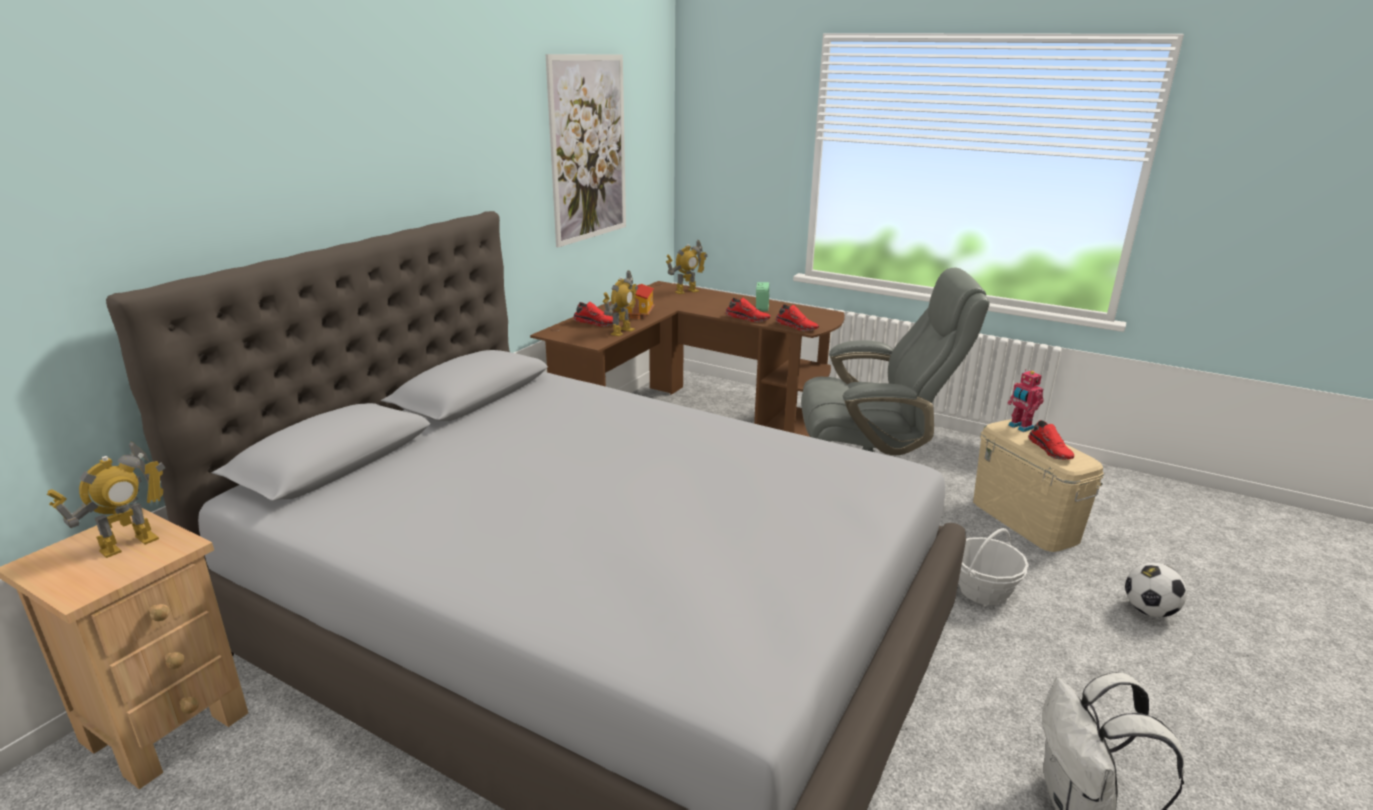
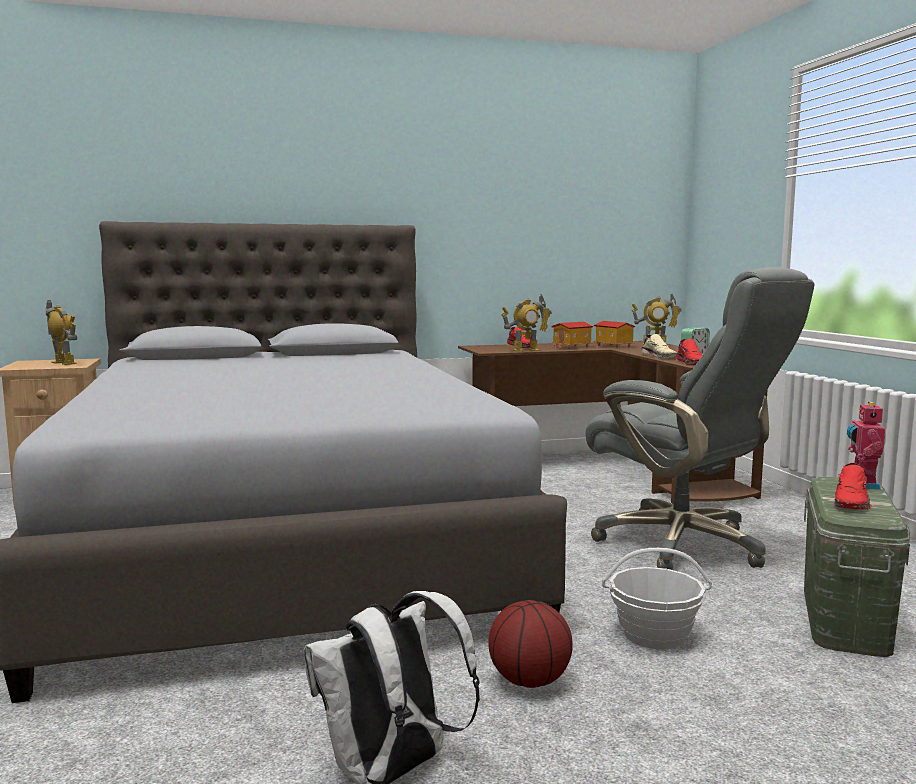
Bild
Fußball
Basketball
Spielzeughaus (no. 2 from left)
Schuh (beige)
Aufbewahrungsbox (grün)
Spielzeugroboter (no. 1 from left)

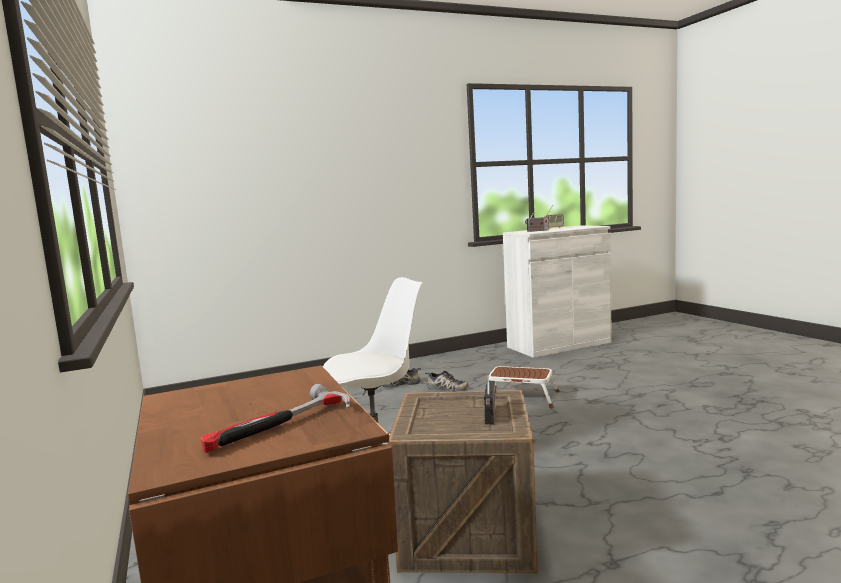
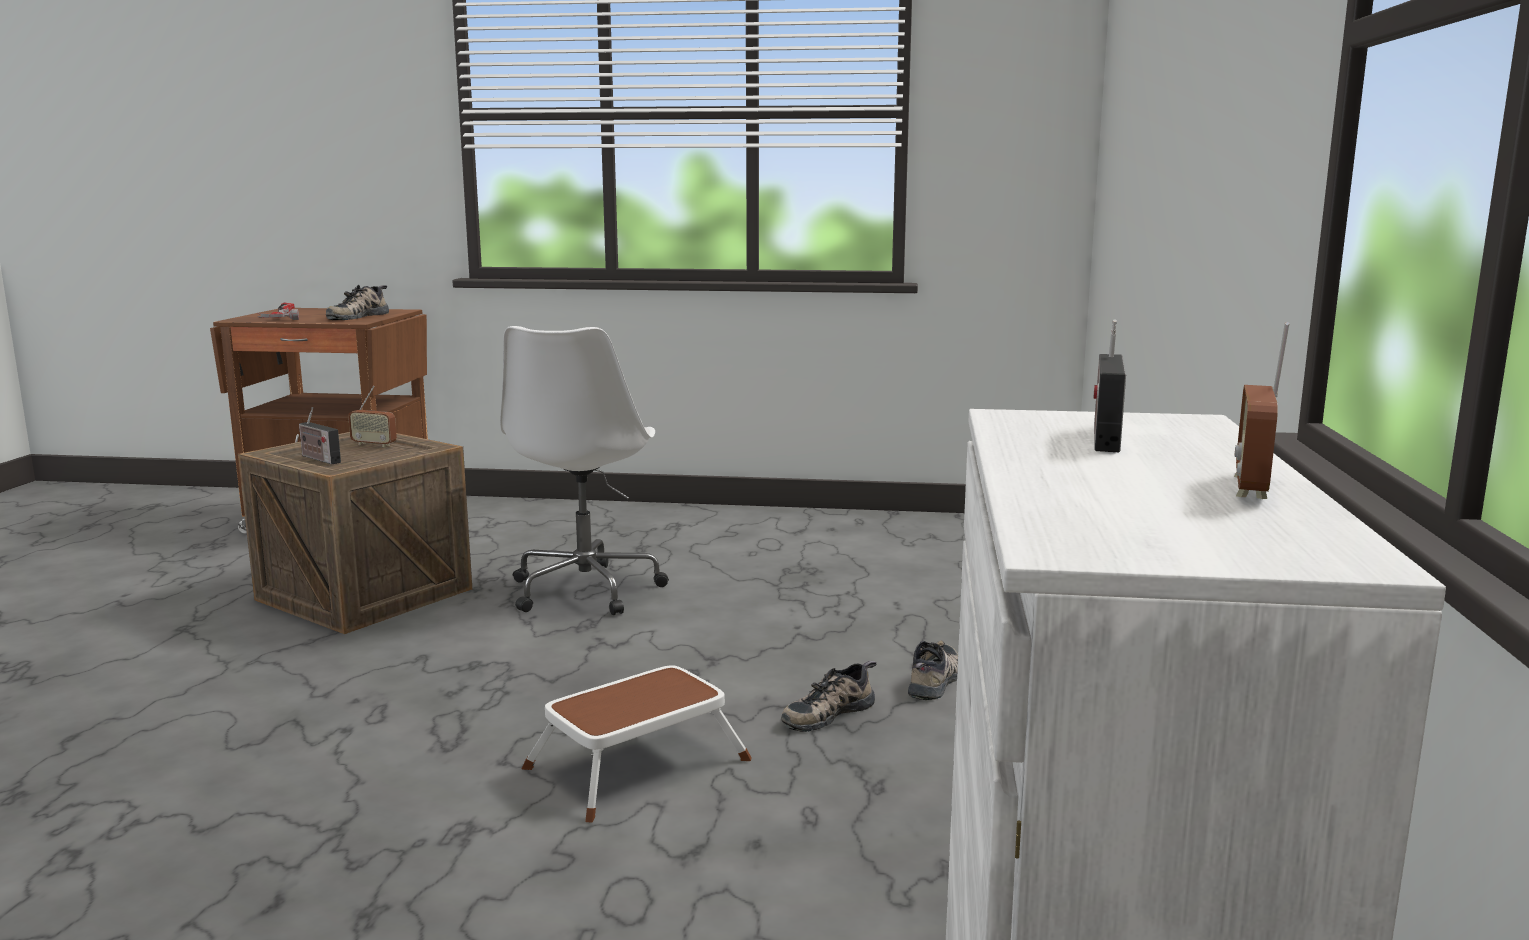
Schuh (no. 1 from left)
Radio (no. 2 from left)

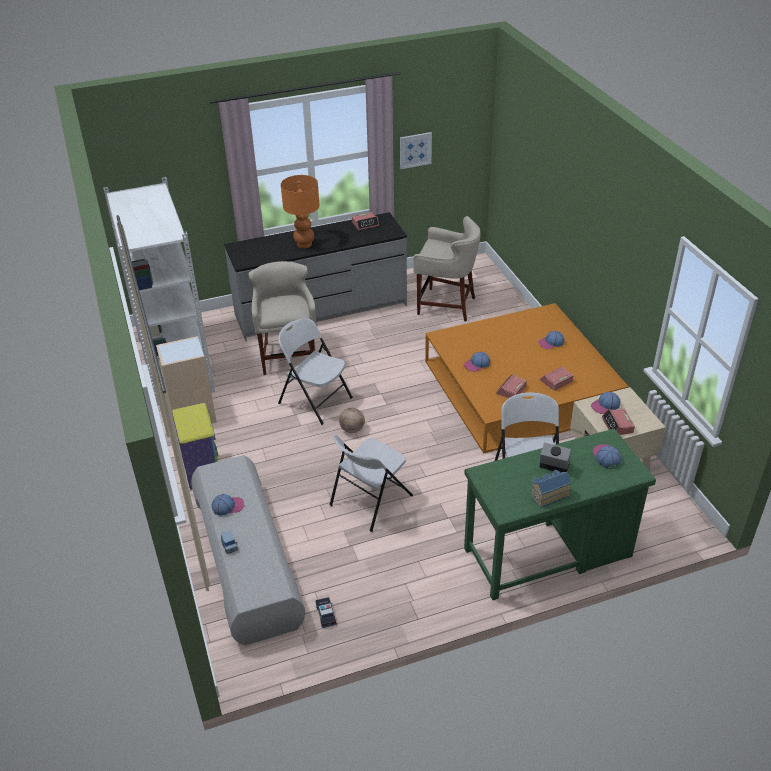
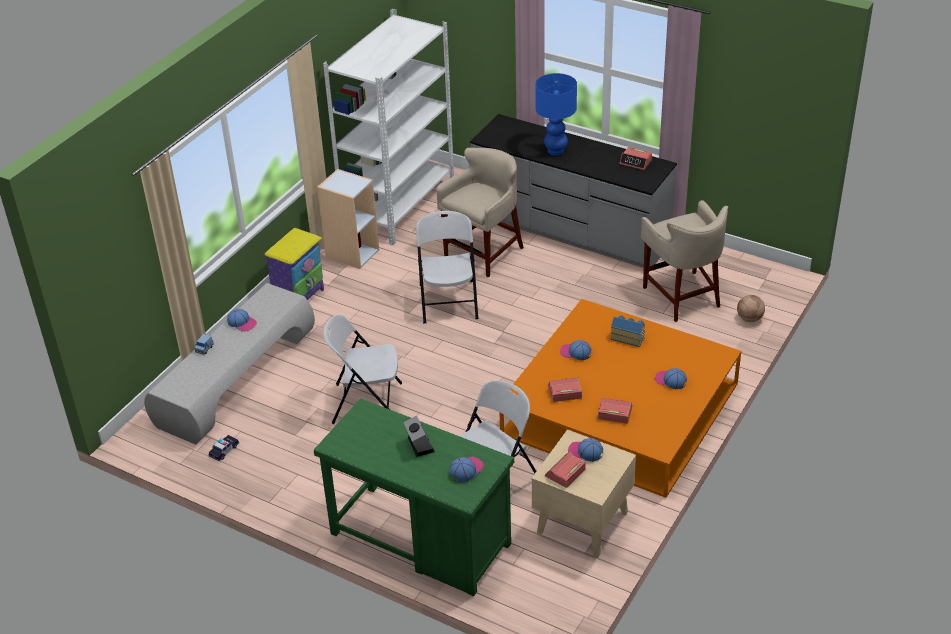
Bild
Basketball
Spielzeughaus
Tischlampe (blau)

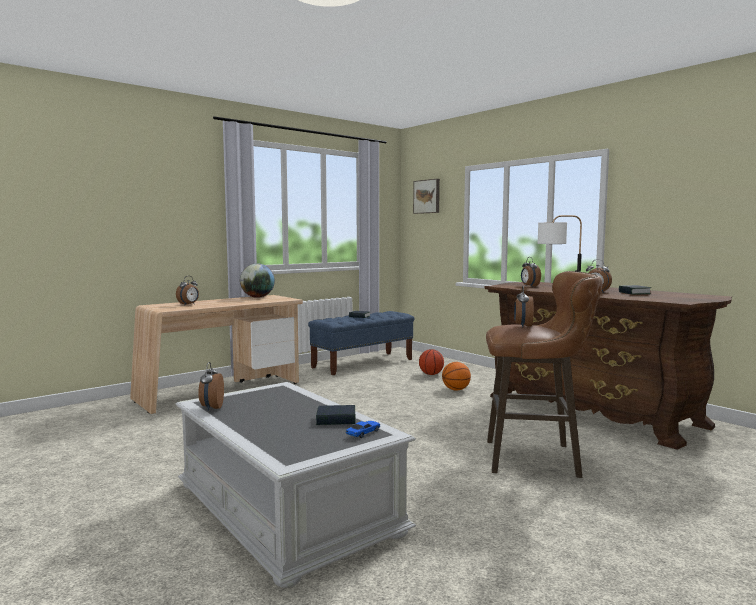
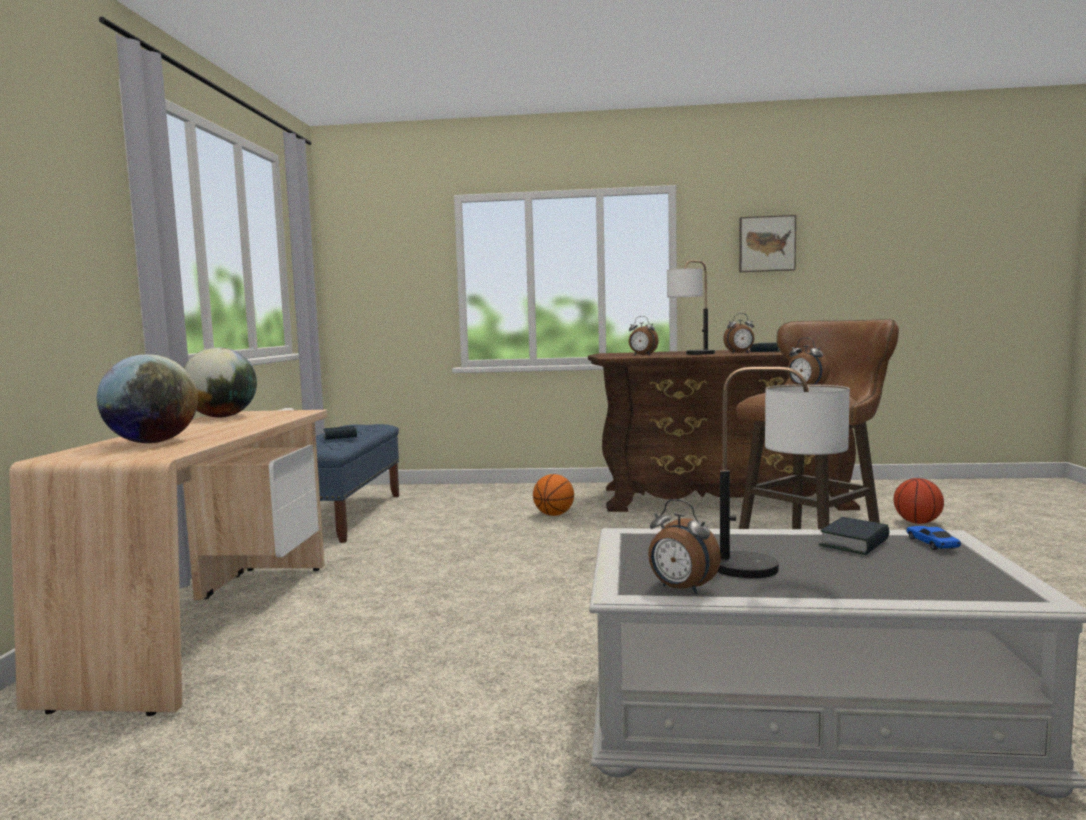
Tischlampe (no. 2 from left)
Bild
Basketball (no. 2 from left)
Globus (no. 1 from left)

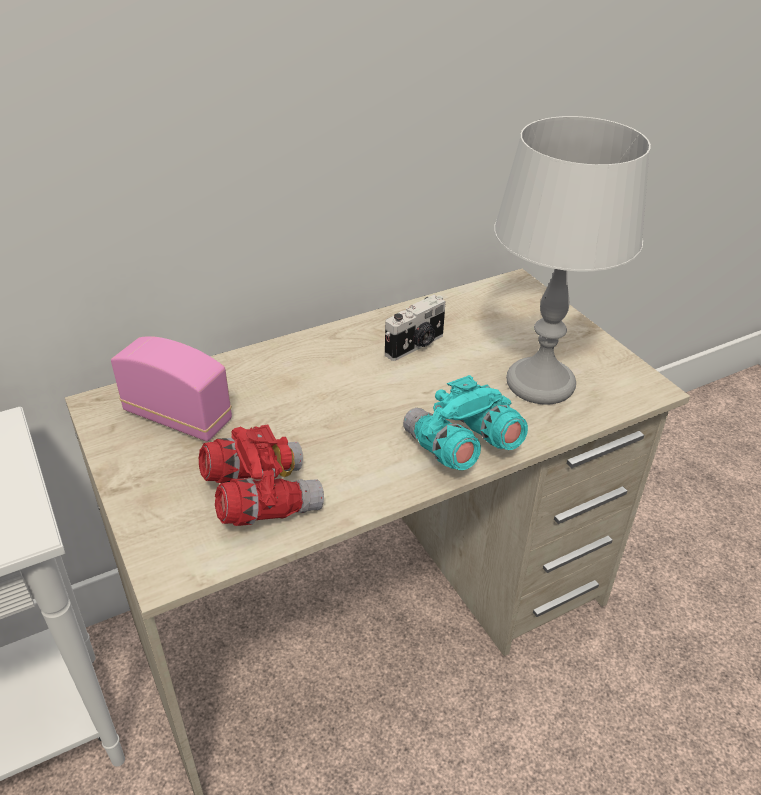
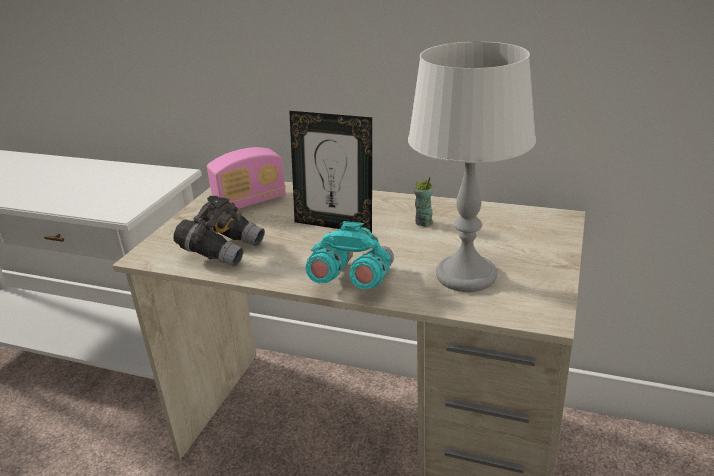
Bilderrahmen
Tasse
Fernglas (grau)
Radio

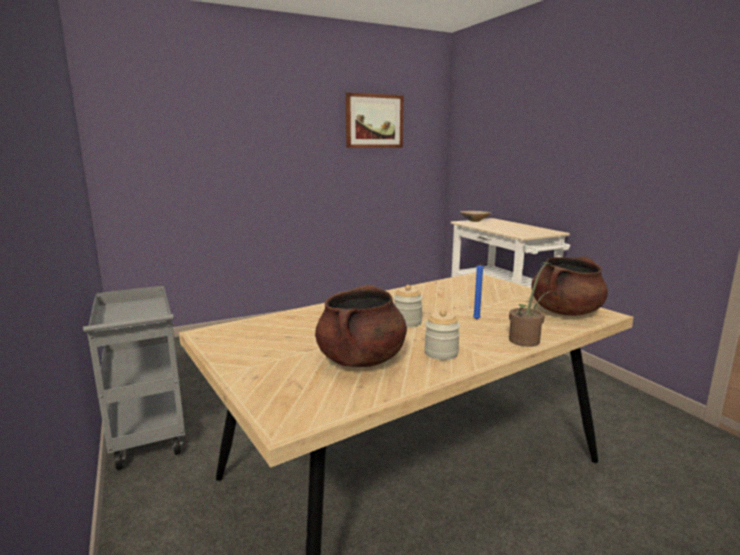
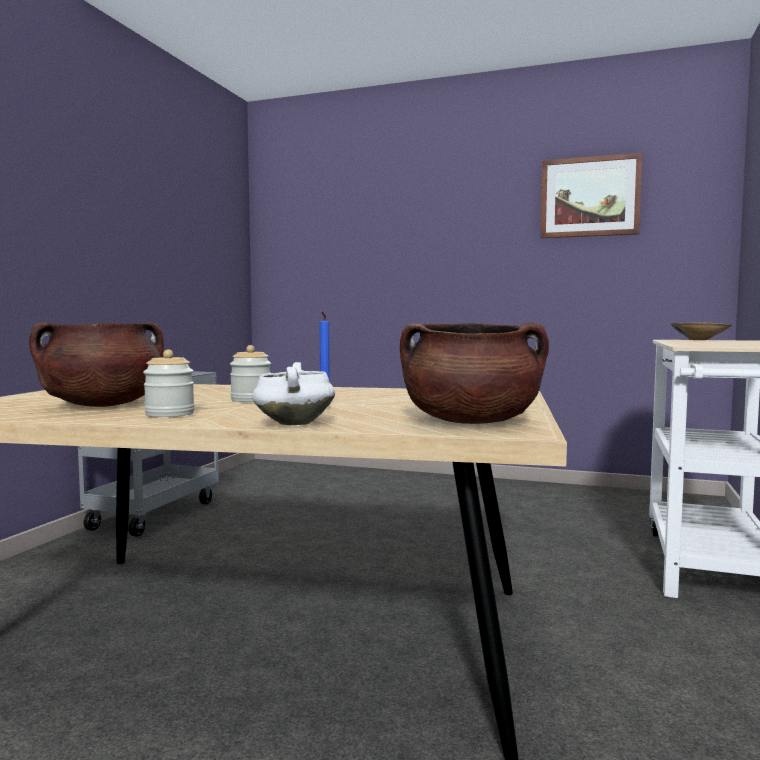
Kochtopf (weiß)

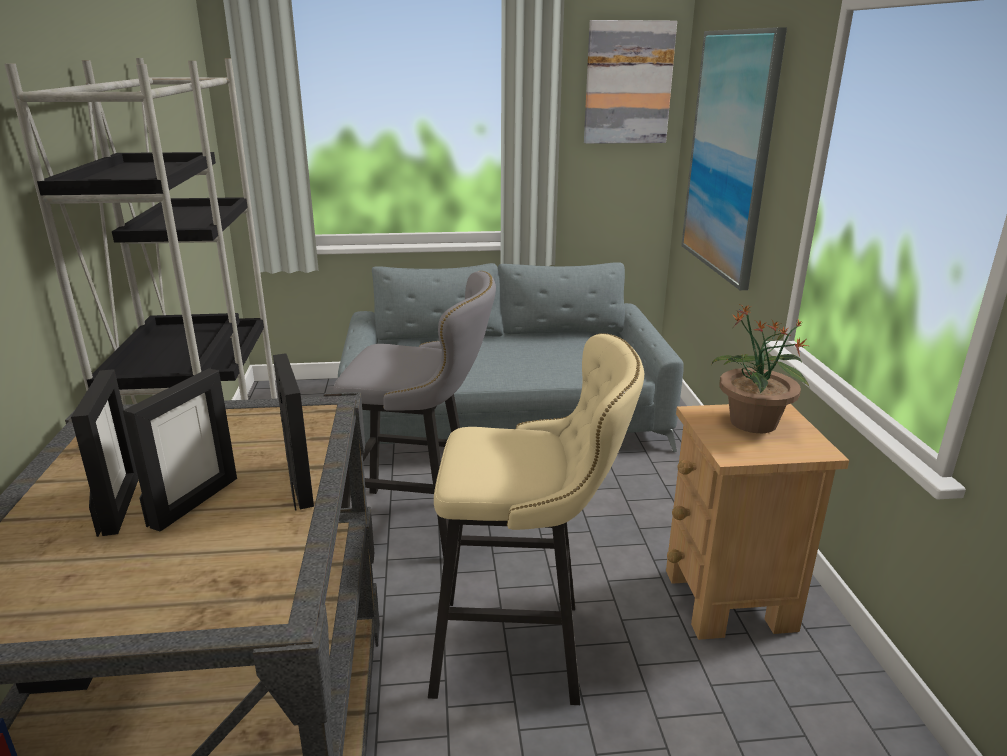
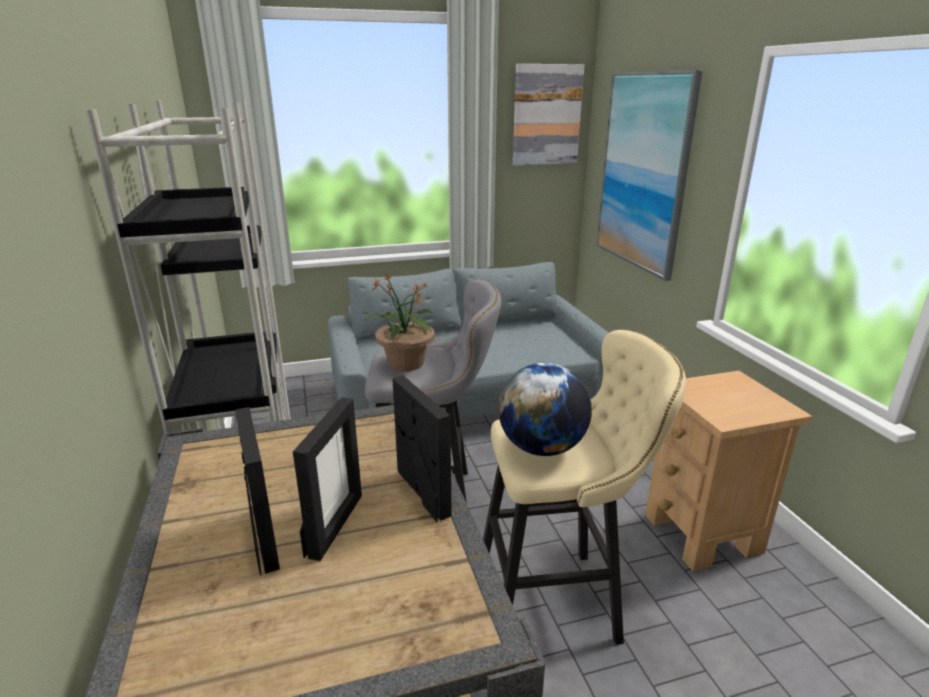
Globus
Topfpflanze

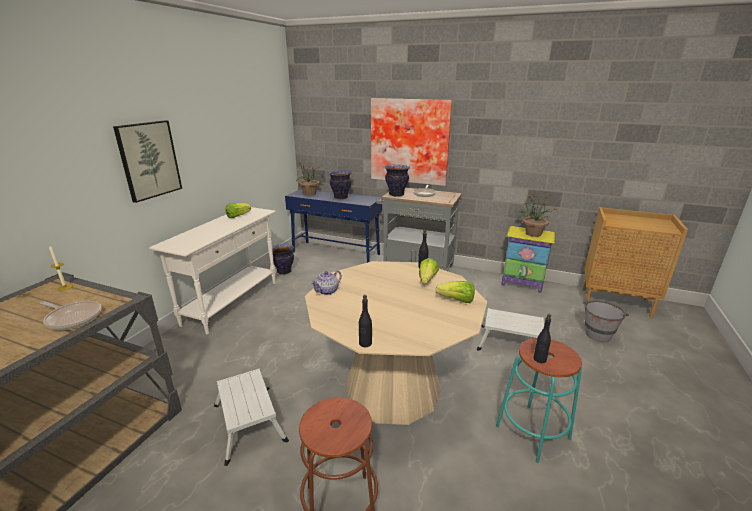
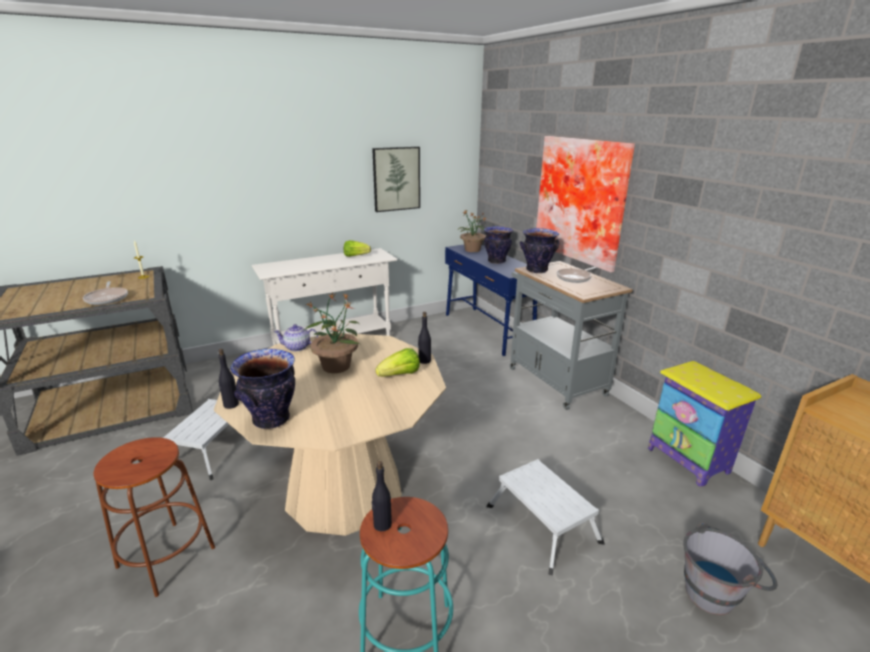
Salatkopf (no. 3 from left in the first image)
Bild (no. 1 from left)
Vase (no. 1 from left)
Topfpflanze (no. 1 from left)

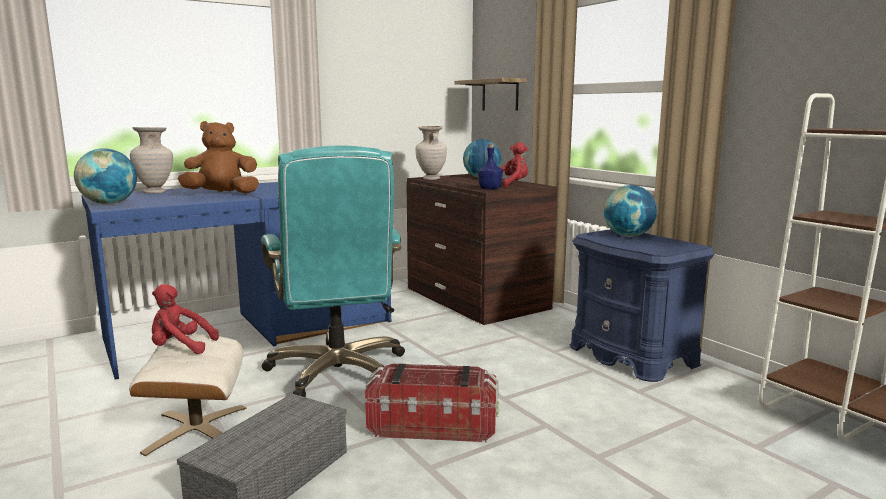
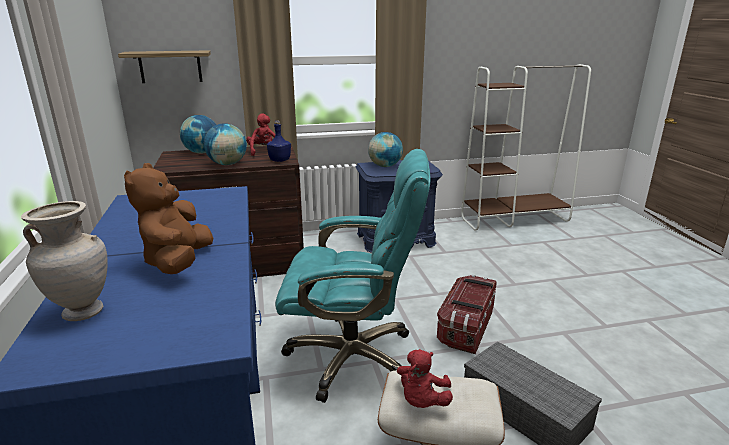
Vase (beige) (no. 2 from left in the first image)
Globus (no. 2 from left)

